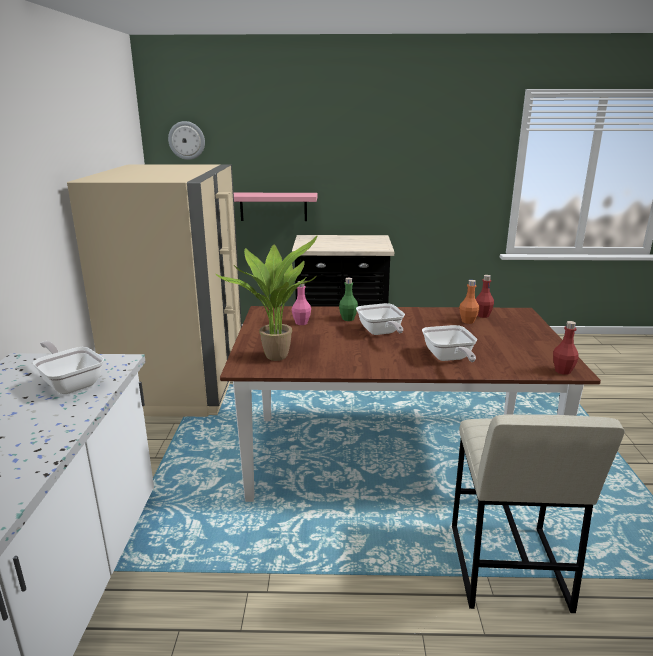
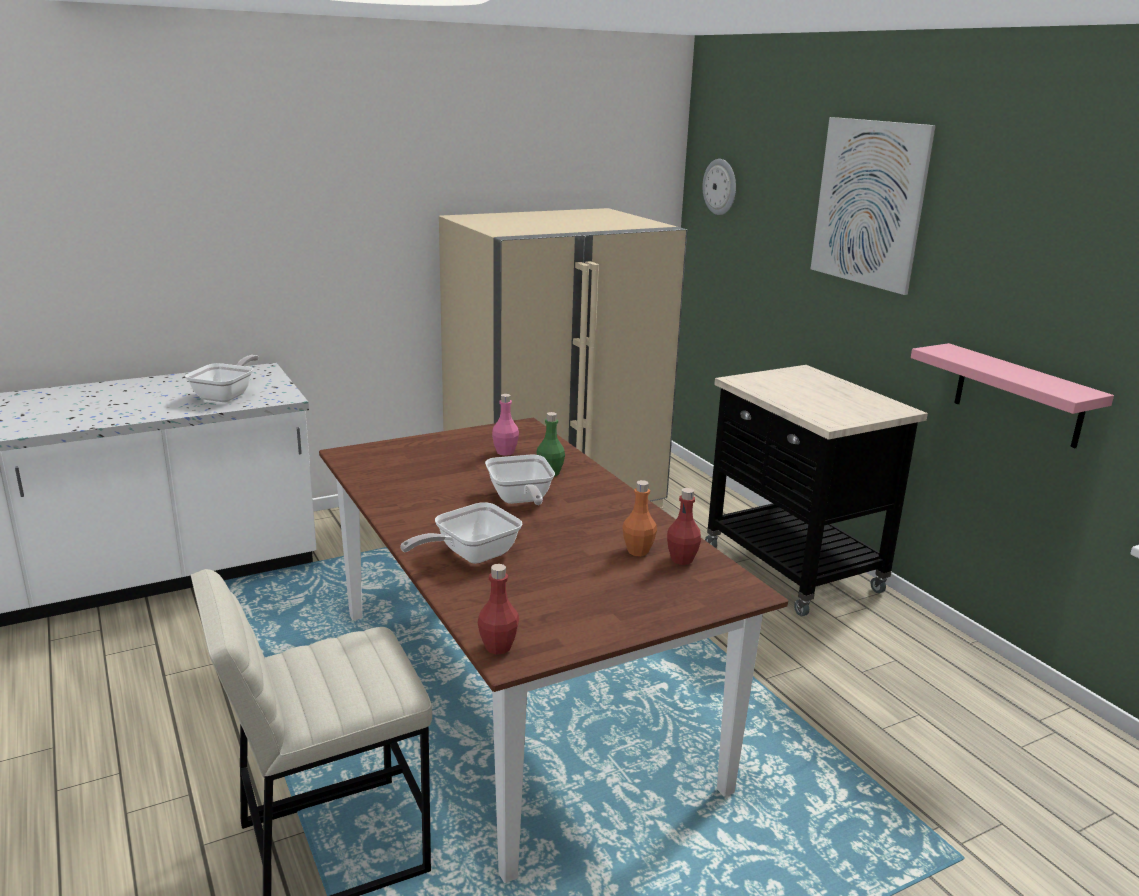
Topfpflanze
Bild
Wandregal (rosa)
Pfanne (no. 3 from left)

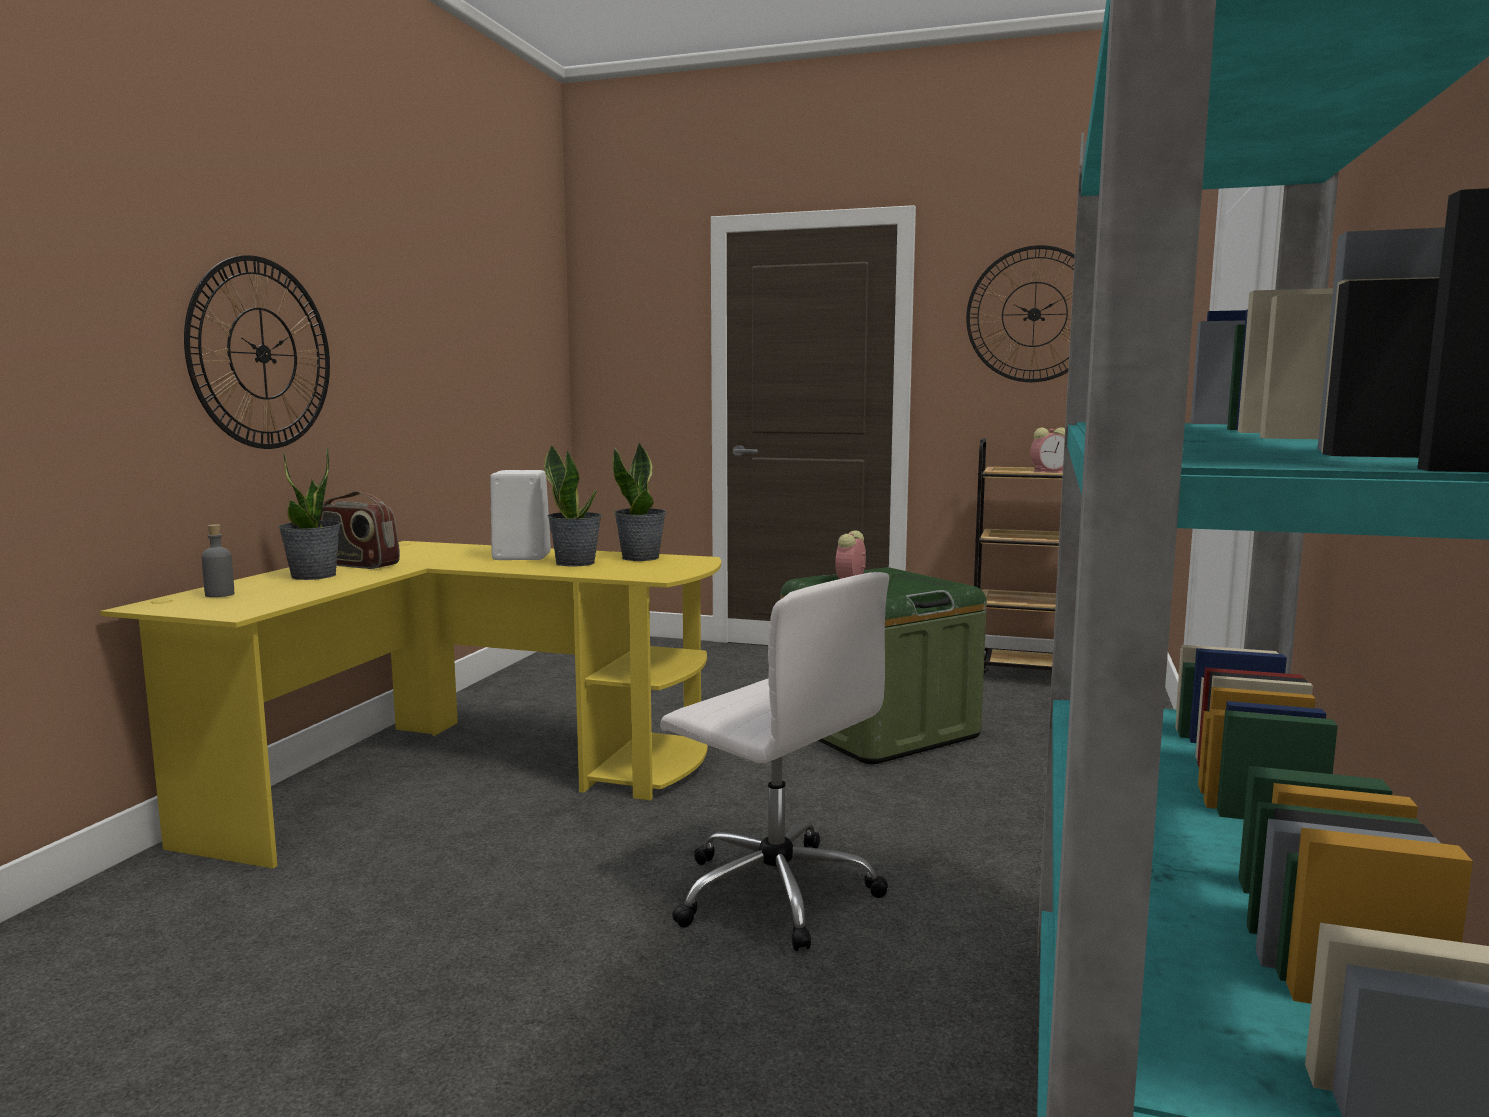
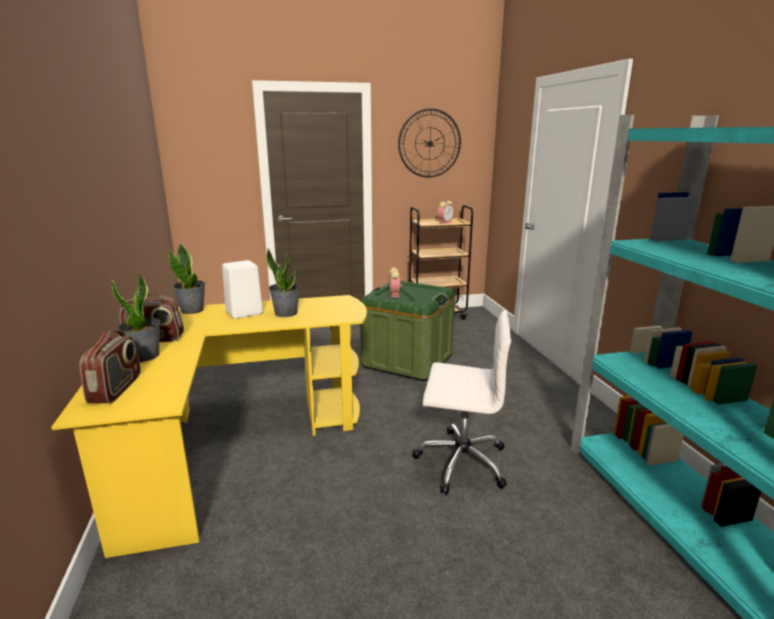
Wanduhr (no. 1 from left in the first image)
Topfpflanze (no. 2 from left)
Radio (no. 1 from left)

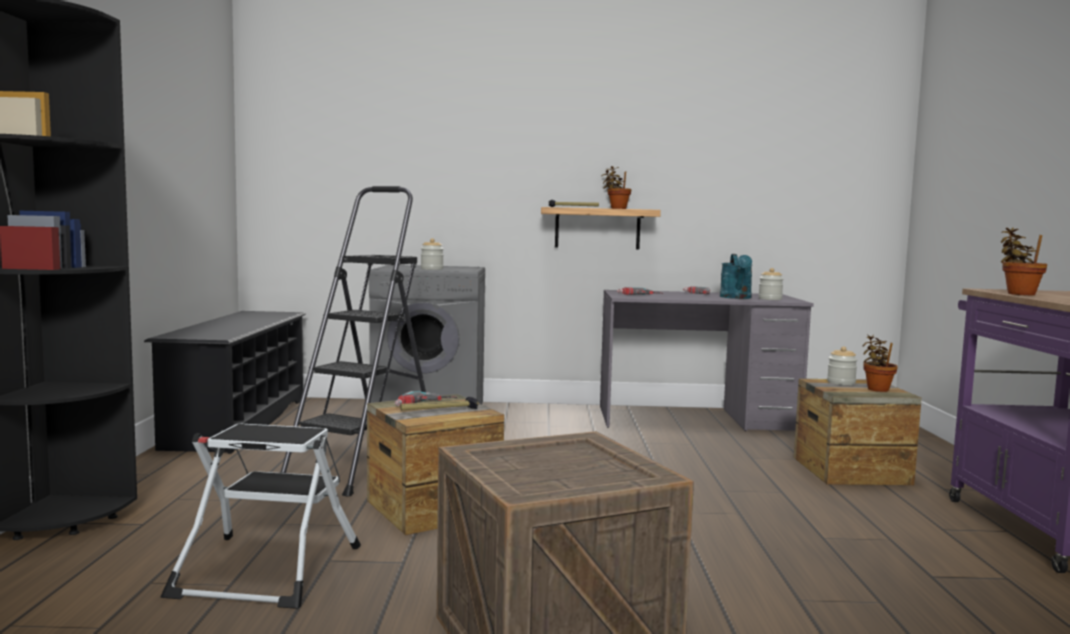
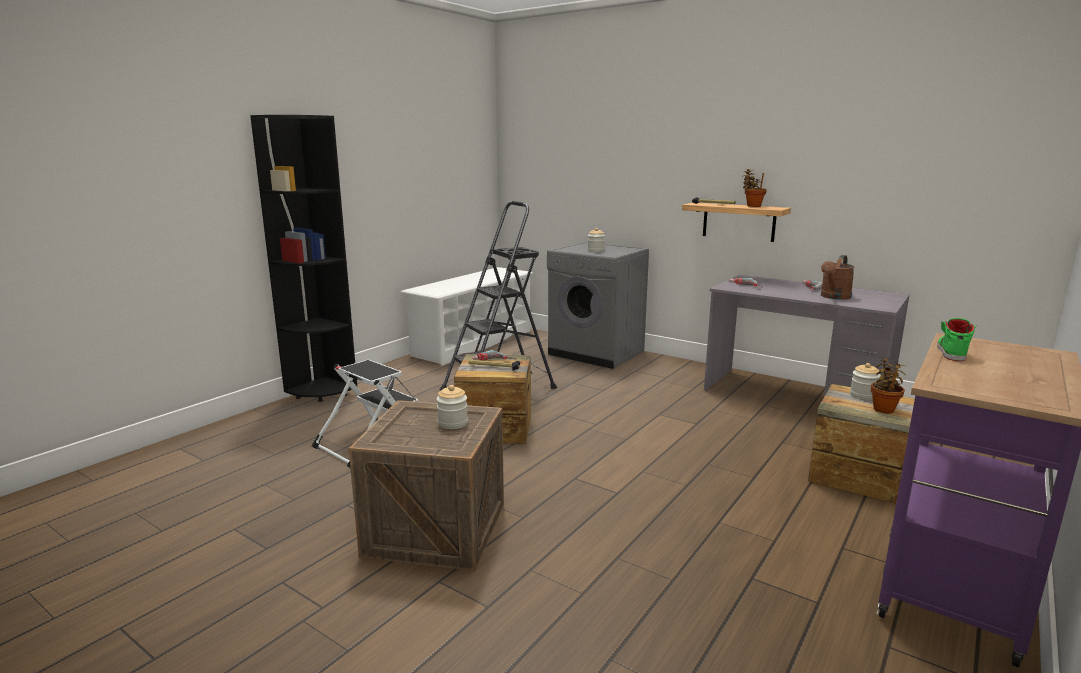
Vorratsglas (no. 1 from left)
Schuh (grün)
Schuhregal (weiß)
Gießkanne (braun)

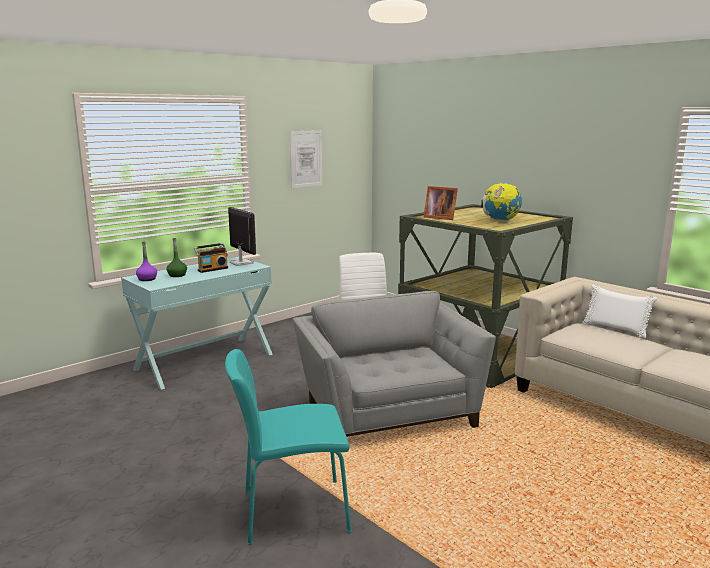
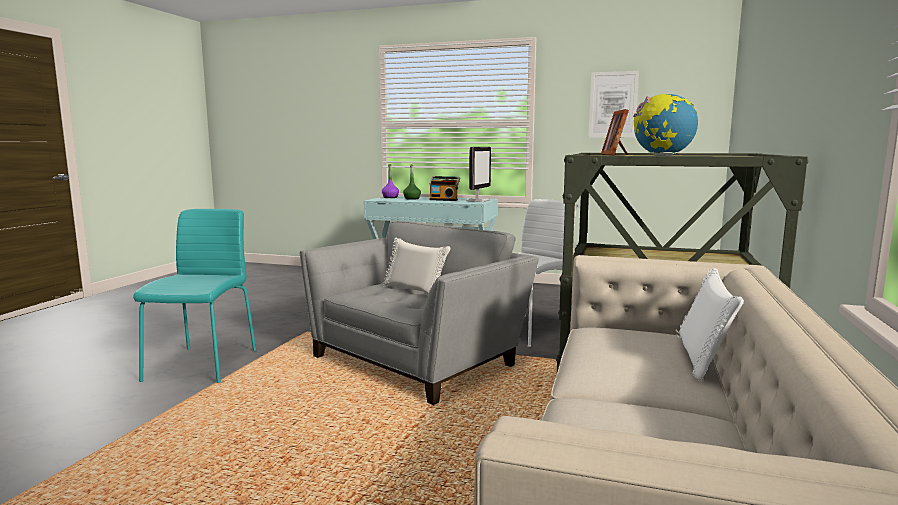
Kissen (weiß) (no. 1 from left)
Stuhl (türkis)

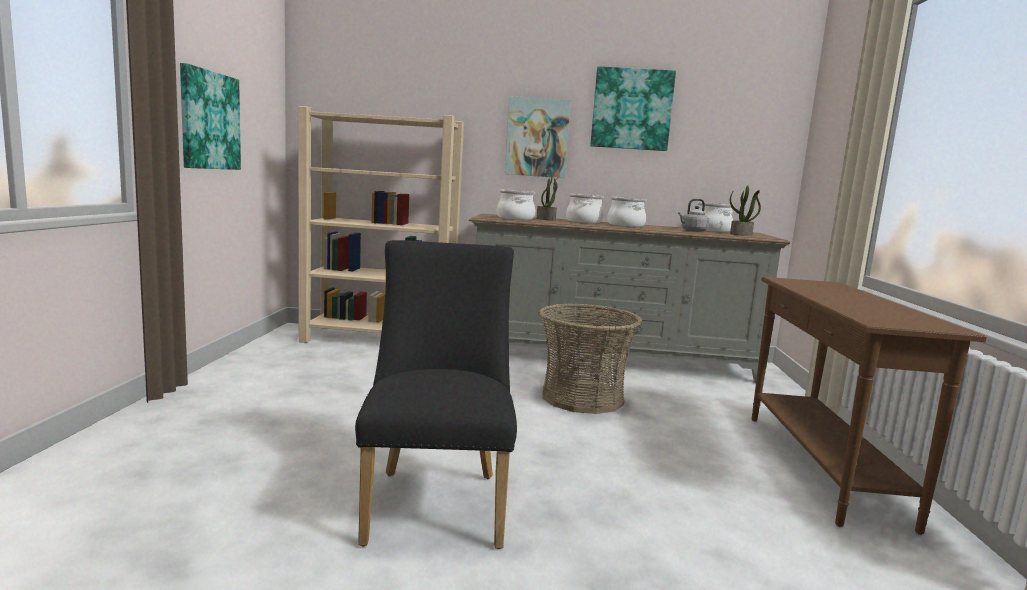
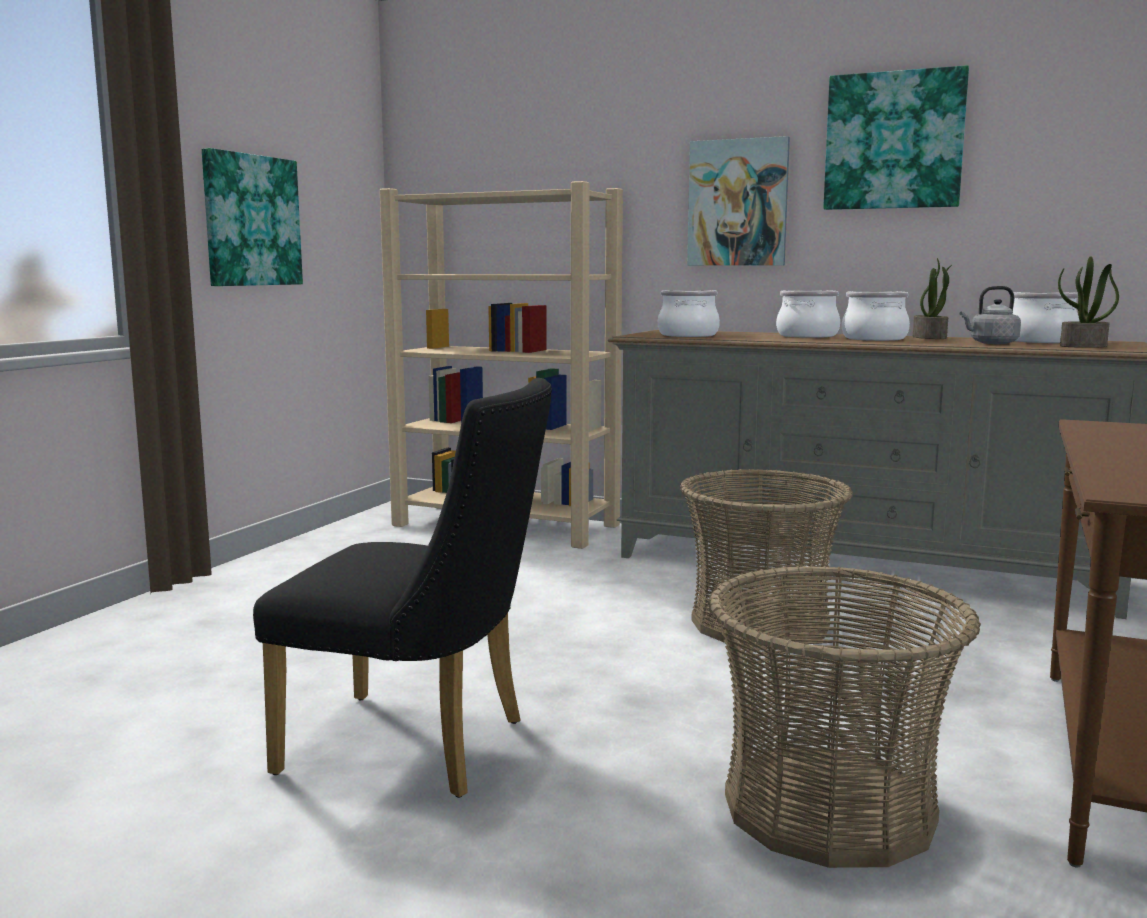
Korb (no. 2 from left)
Topfpflanze (no. 1 from left)
Stuhl (schwarz)

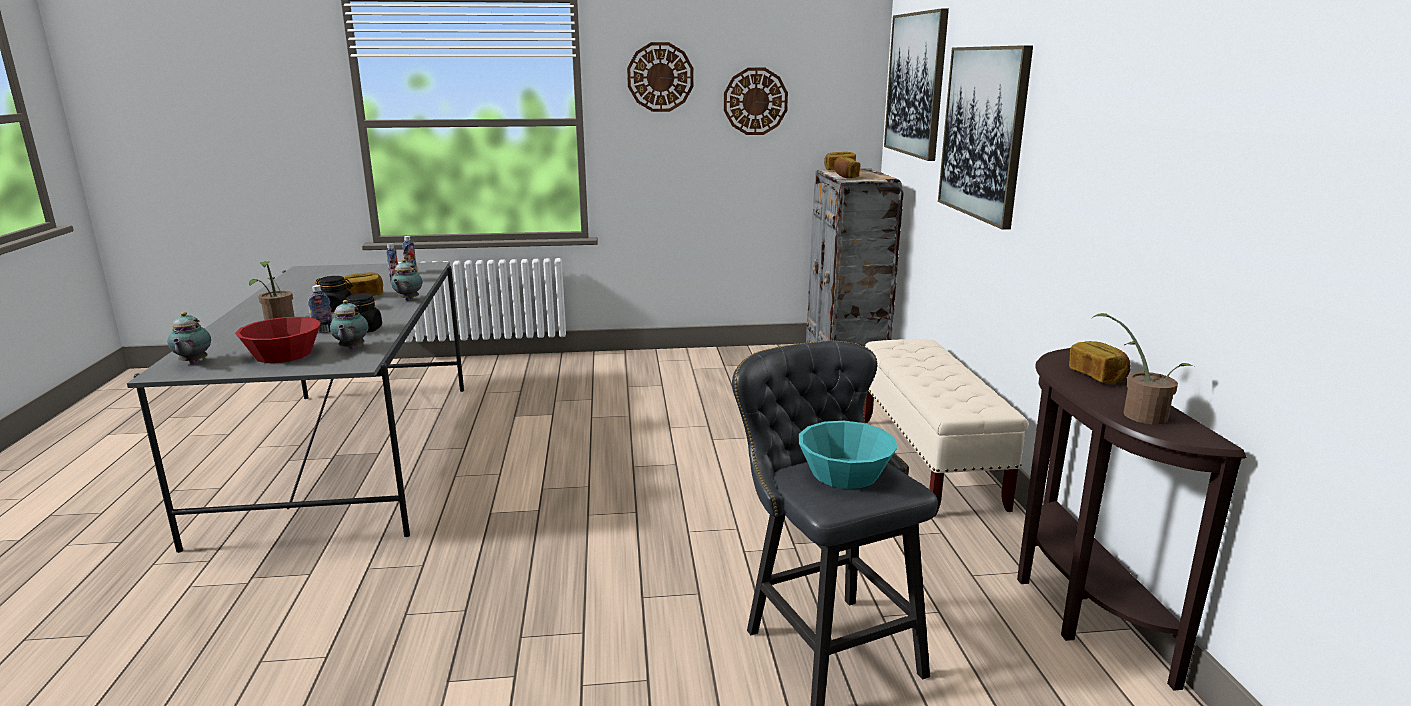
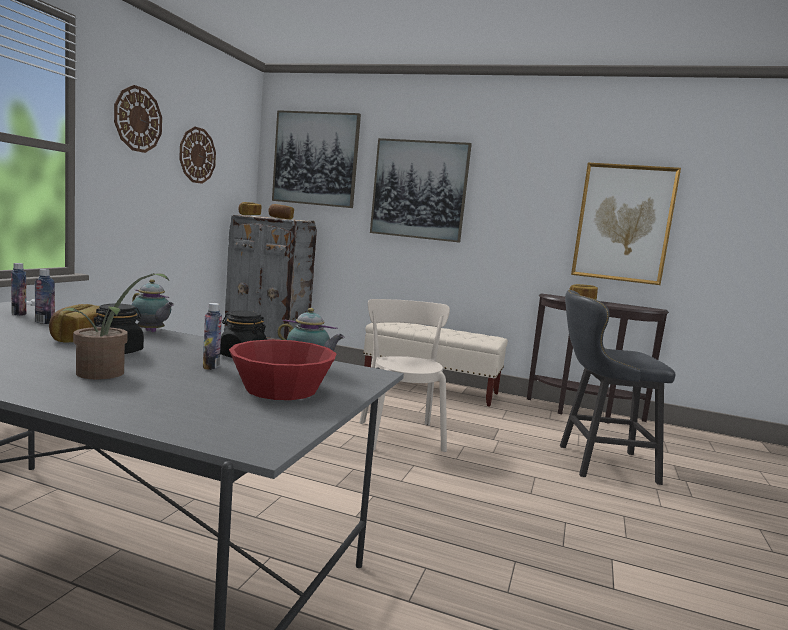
Teekanne (no. 1 from left in the first image)
Schüssel (türkis)
Topfpflanze (no. 2 from left in the first image)
Stuhl (beige)
Bild (no. 3 from left)

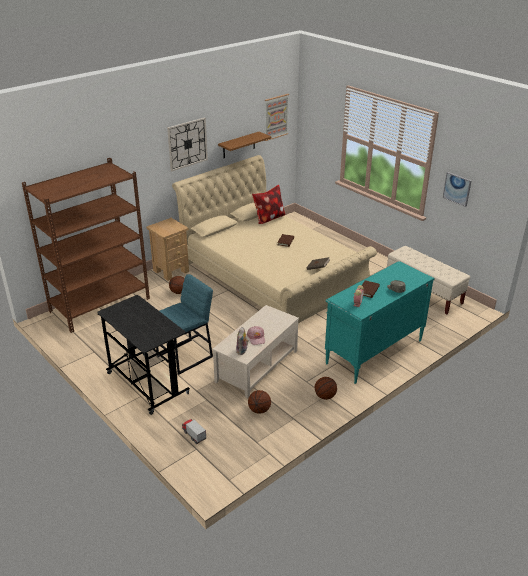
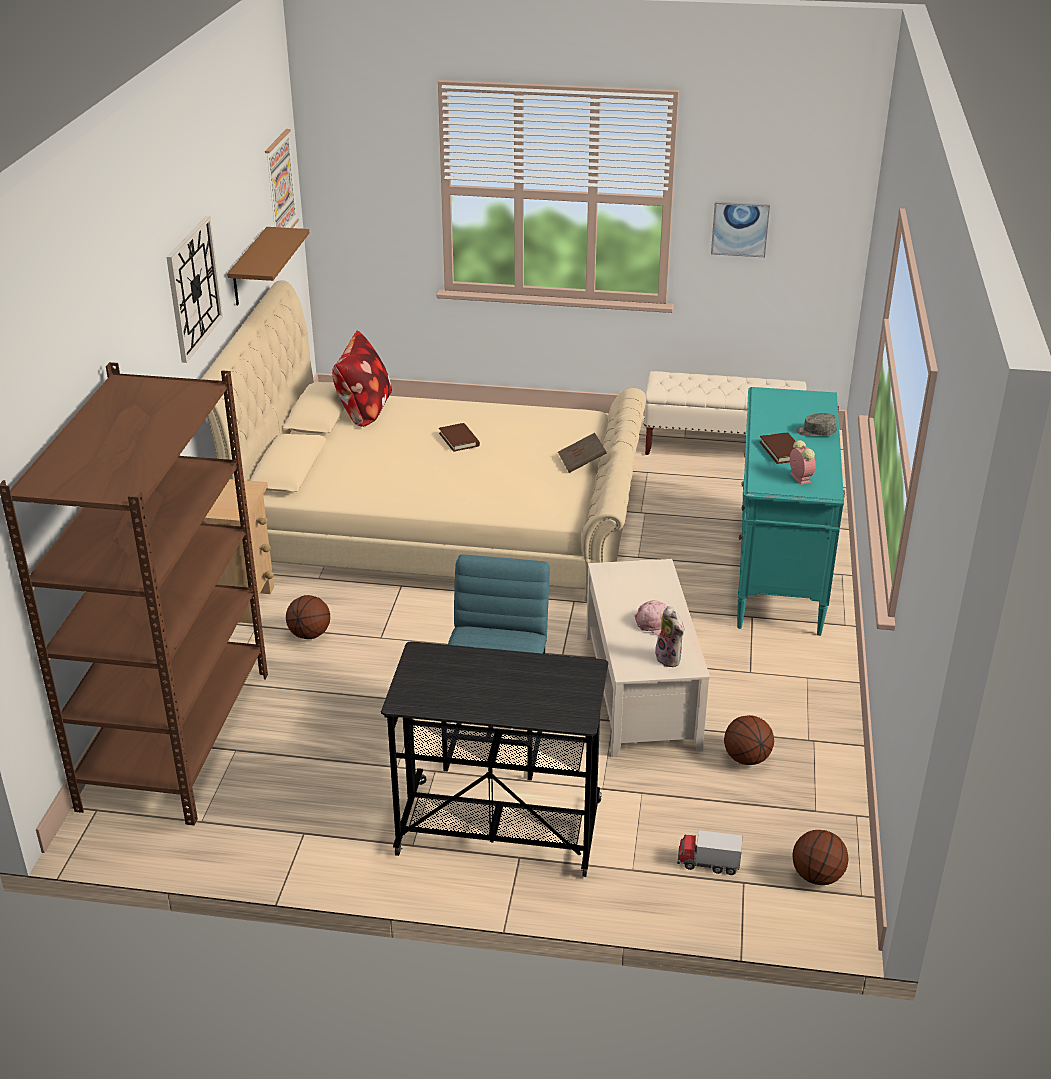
Basketball (no. 3 from left)

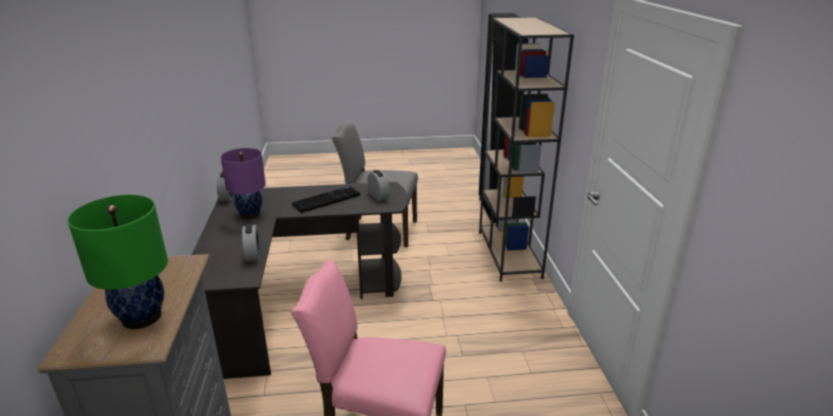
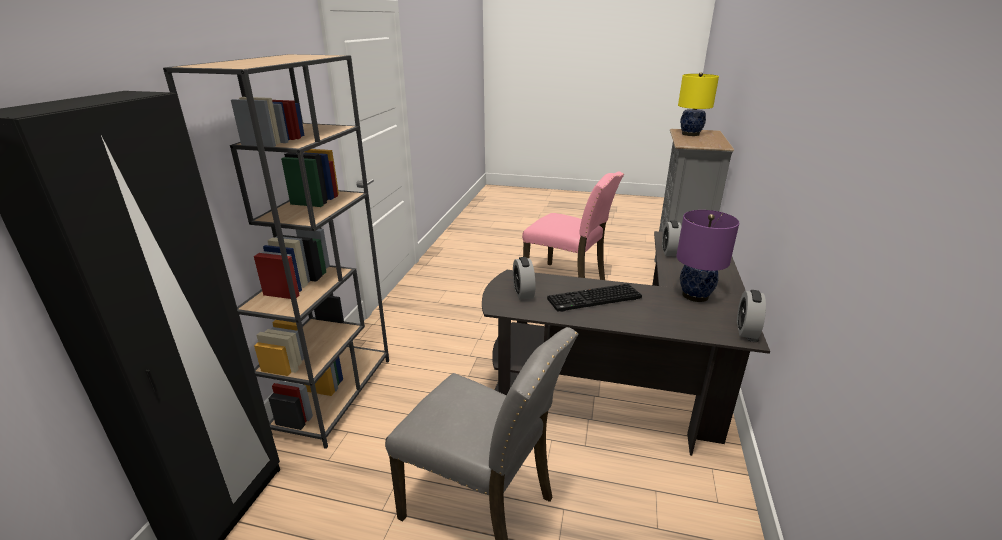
Tischlampe (gelb)

